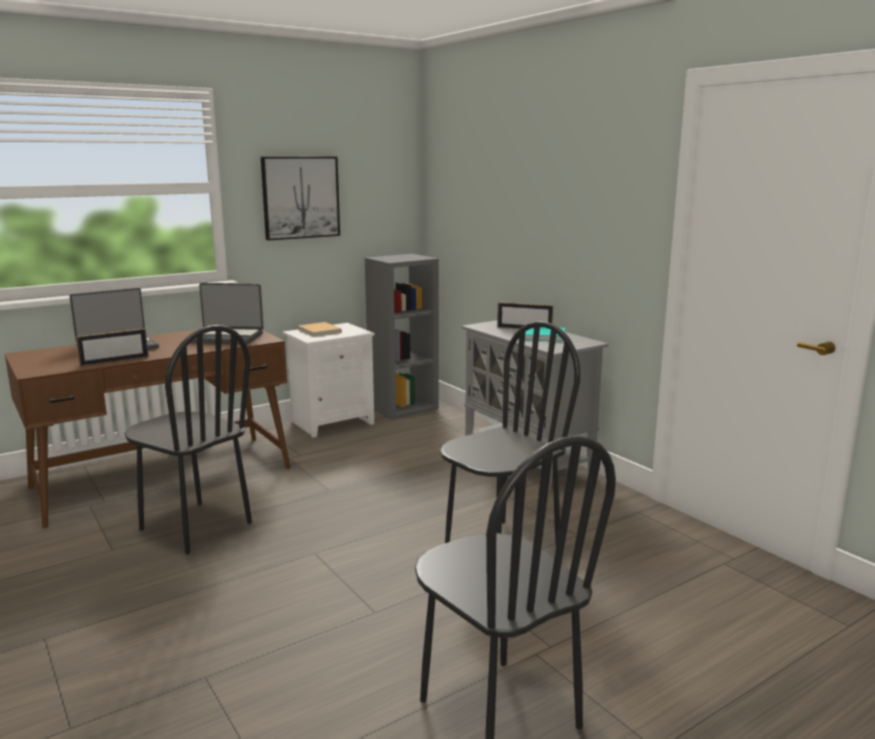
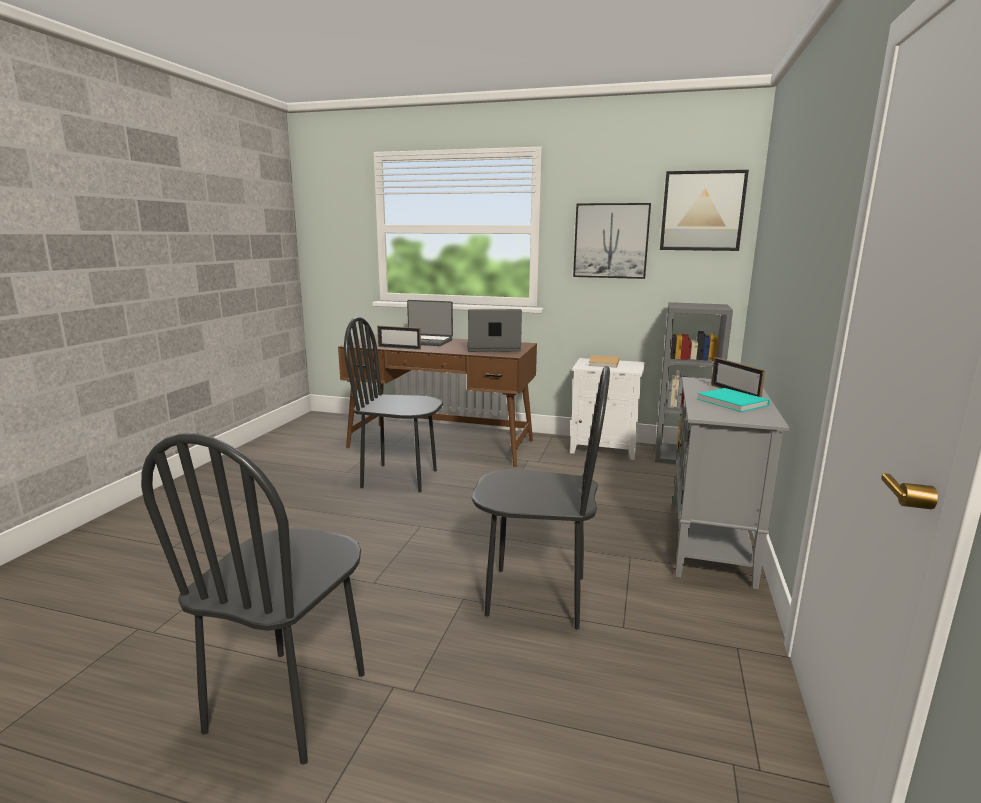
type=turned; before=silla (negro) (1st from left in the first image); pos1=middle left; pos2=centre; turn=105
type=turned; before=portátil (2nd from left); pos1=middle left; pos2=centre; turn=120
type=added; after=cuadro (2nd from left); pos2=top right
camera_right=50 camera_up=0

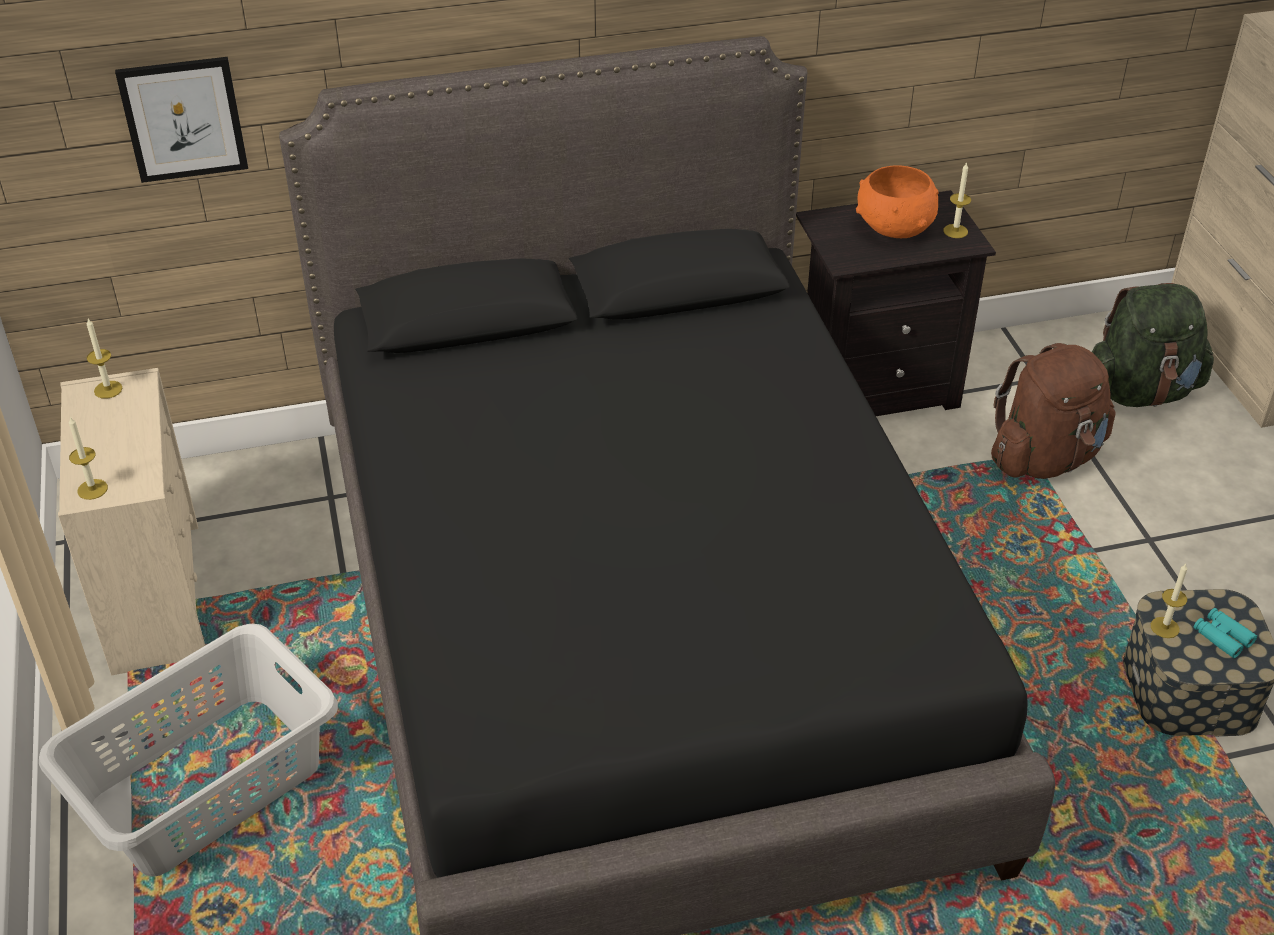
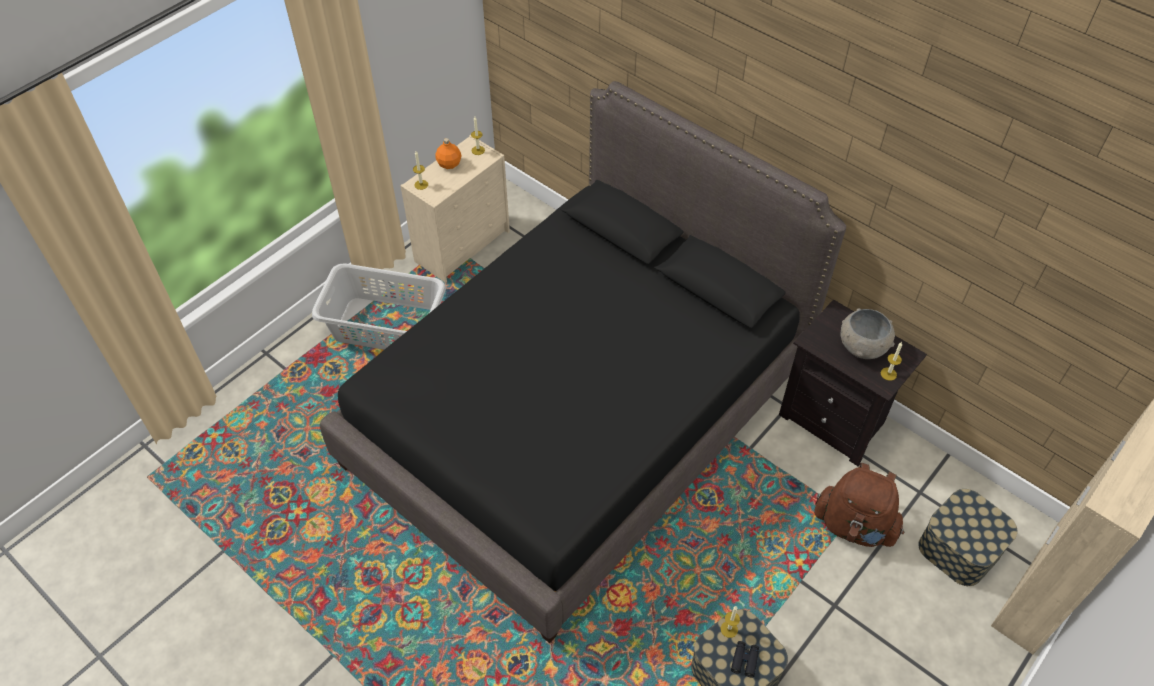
type=added; after=botella (naranja); pos2=top centre
type=recoloured; before=prismáticos (turquesa); after=prismáticos (negro); pos1=bottom right; pos2=bottom centre
type=recoloured; before=cuenco (naranja); after=cuenco (gris); pos1=top right; pos2=middle right
type=replaced; before=mochila (verde); after=caja de almacenaje (2nd from left); pos1=middle right; pos2=bottom right
type=removed; before=cuadro; pos1=top left
camera_right=55 camera_up=10

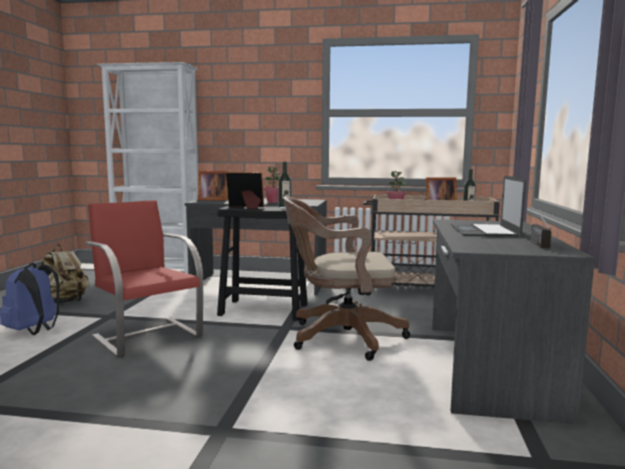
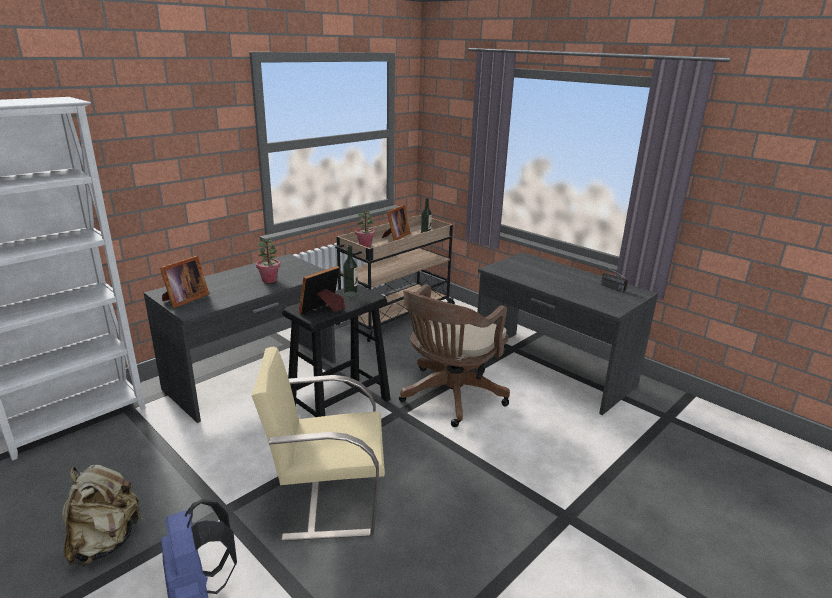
type=recoloured; before=silla (rojo); after=silla (beis); pos1=middle left; pos2=bottom centre
type=removed; before=portátil; pos1=middle right
camera_right=-55 camera_up=15

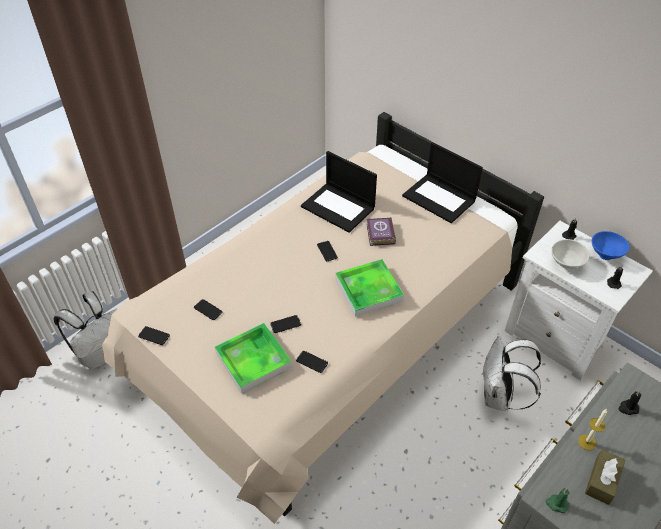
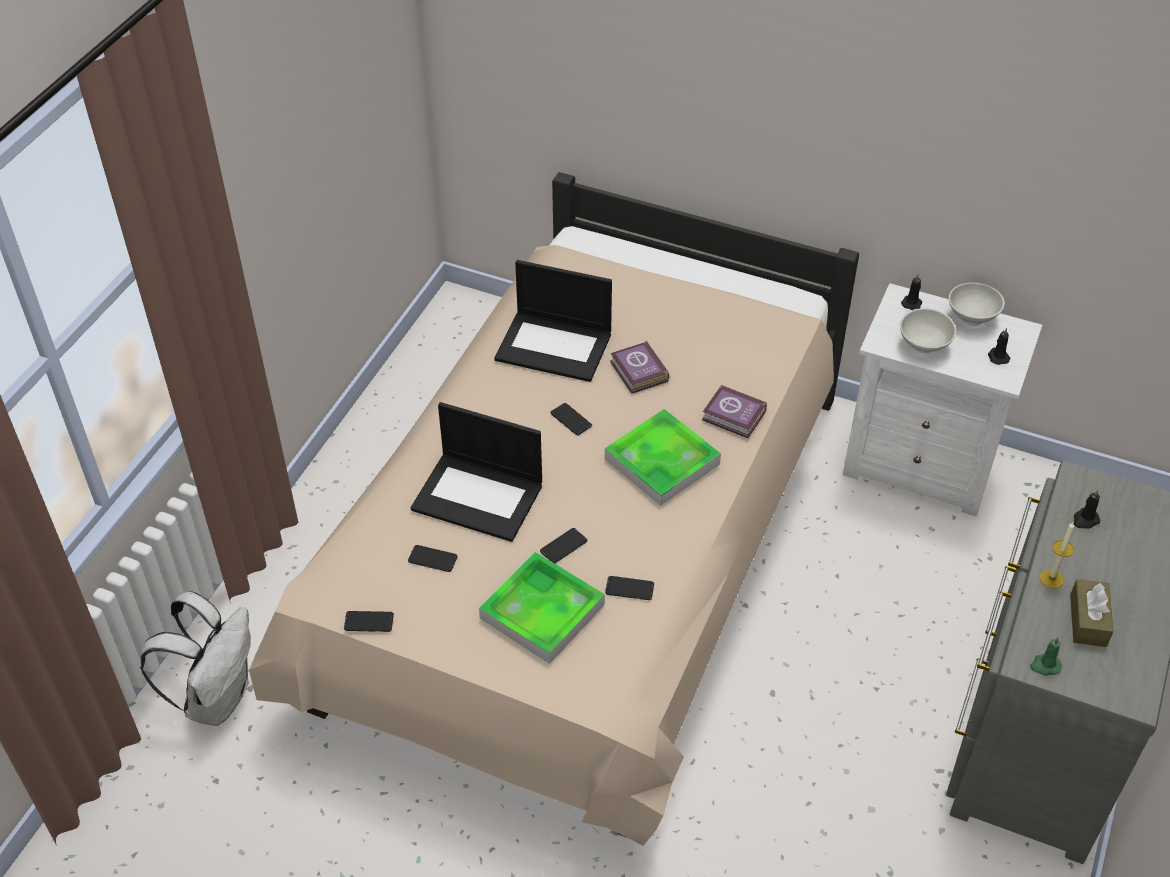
type=moved; before=portátil (2nd from left in the first image); after=portátil (1st from left); pos1=middle right; pos2=centre
type=added; after=libro (2nd from left); pos2=centre
type=recoloured; before=cuenco (azul); after=cuenco (blanco) (2nd from left); pos1=middle right; pos2=middle right
type=removed; before=mochila (blanco) (2nd from left); pos1=bottom right
camera_right=-20 camera_up=0

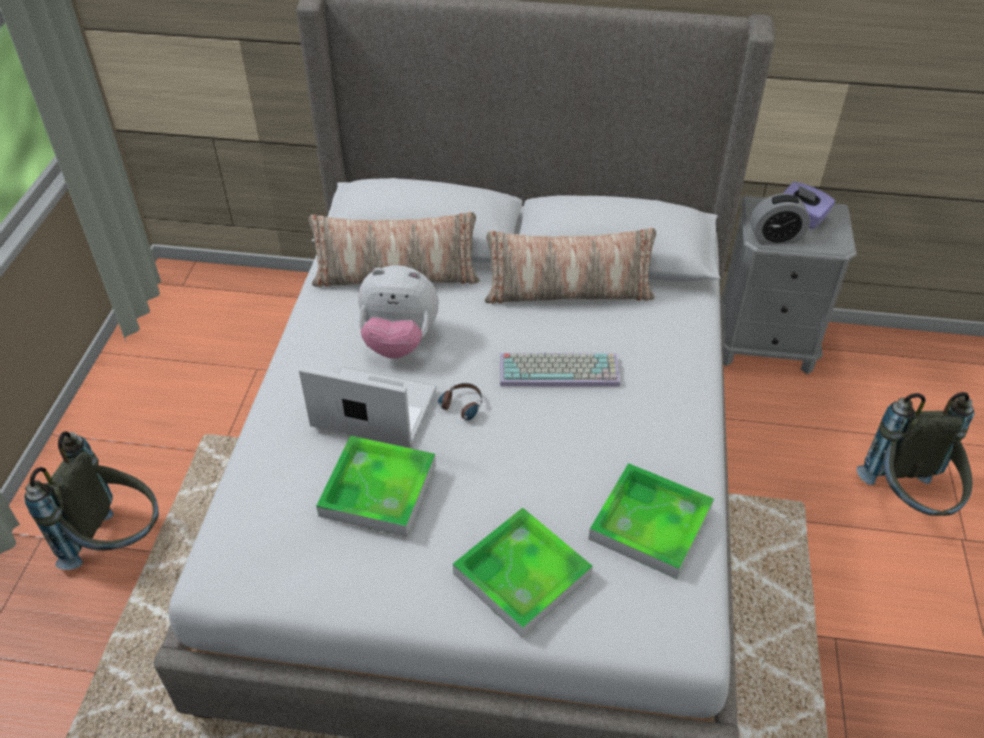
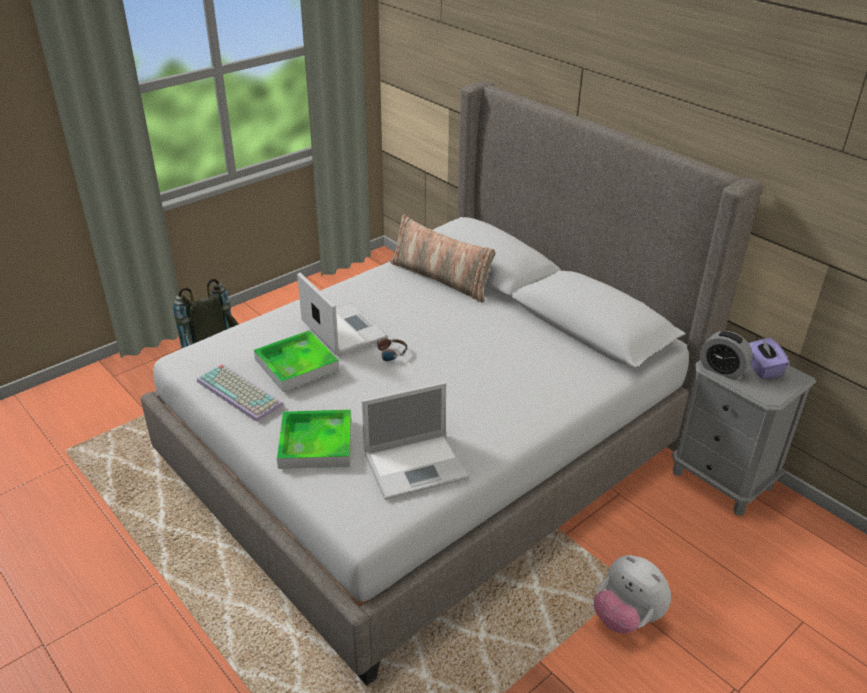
type=moved; before=teclado; pos1=centre; pos2=middle left
type=replaced; before=bandeja (3rd from left); after=portátil (2nd from left); pos1=bottom centre; pos2=centre
type=moved; before=peluche; pos1=centre; pos2=bottom right
type=removed; before=cojín (2nd from left); pos1=centre
type=removed; before=mochila (gris) (2nd from left); pos1=middle right
camera_right=40 camera_up=-10

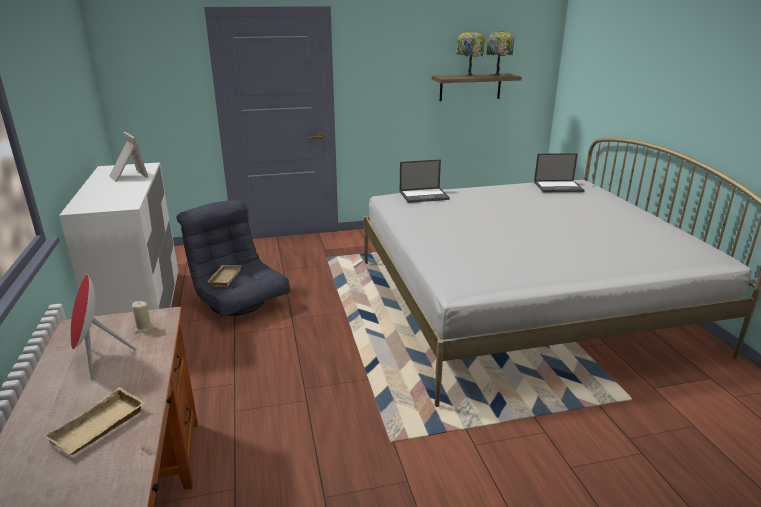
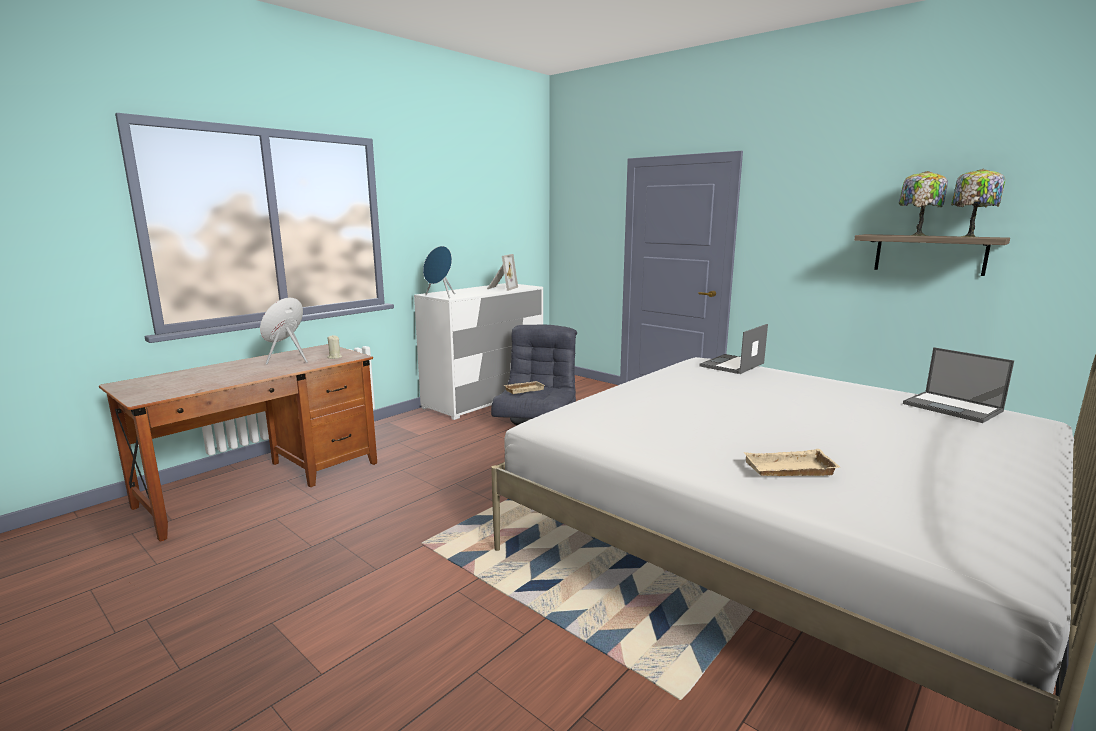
type=added; after=altavoz (azul); pos2=centre
type=turned; before=portátil (1st from left); pos1=centre; pos2=middle right; turn=90
type=moved; before=bandeja (beis) (1st from left in the first image); after=bandeja (beis) (2nd from left); pos1=bottom left; pos2=middle right
camera_right=55 camera_up=-10

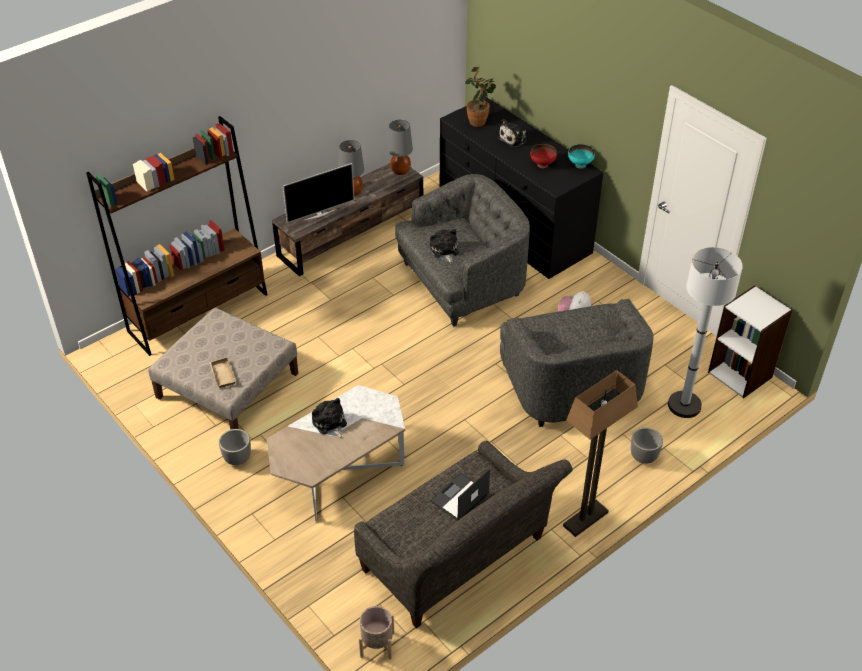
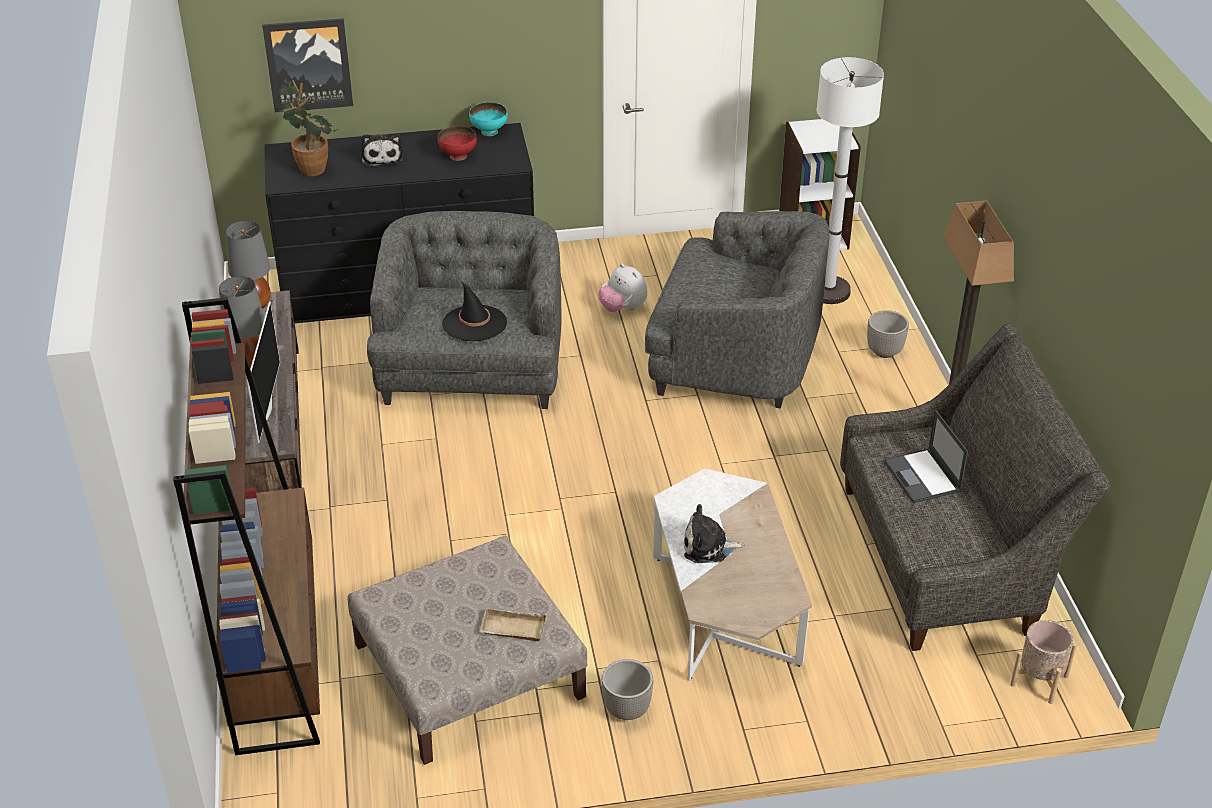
type=added; after=cuadro; pos2=top left
type=replaced; before=peluche (2nd from left); after=sombrero (negro); pos1=centre; pos2=centre
camera_right=-60 camera_up=-5

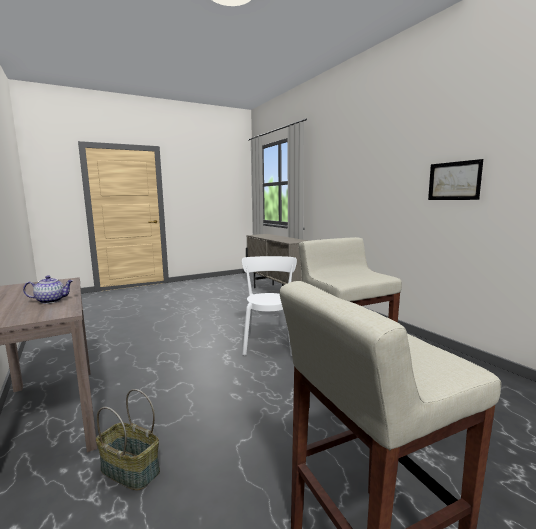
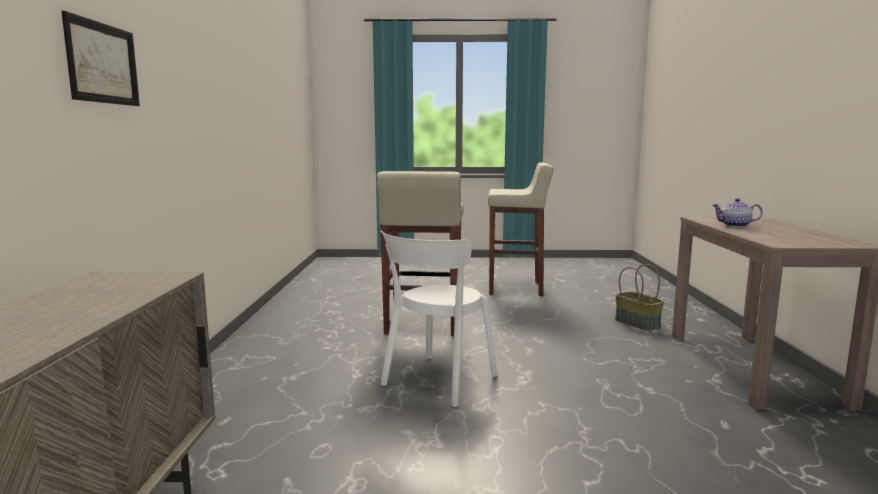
type=moved; before=cuadro; pos1=middle right; pos2=top left
camera_right=-150 camera_up=0

